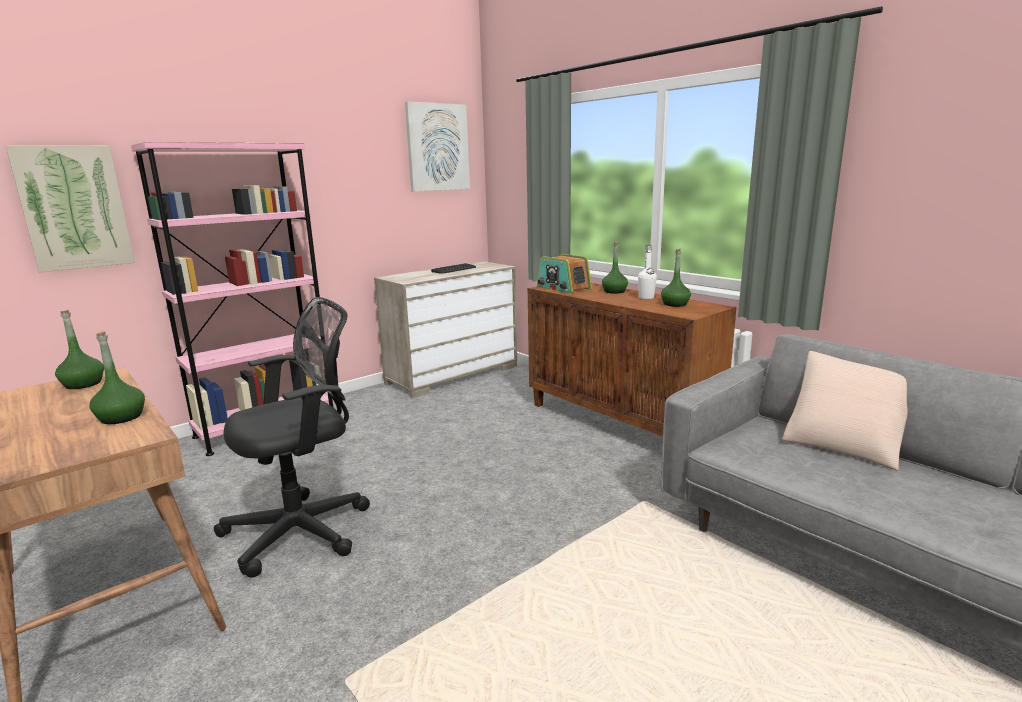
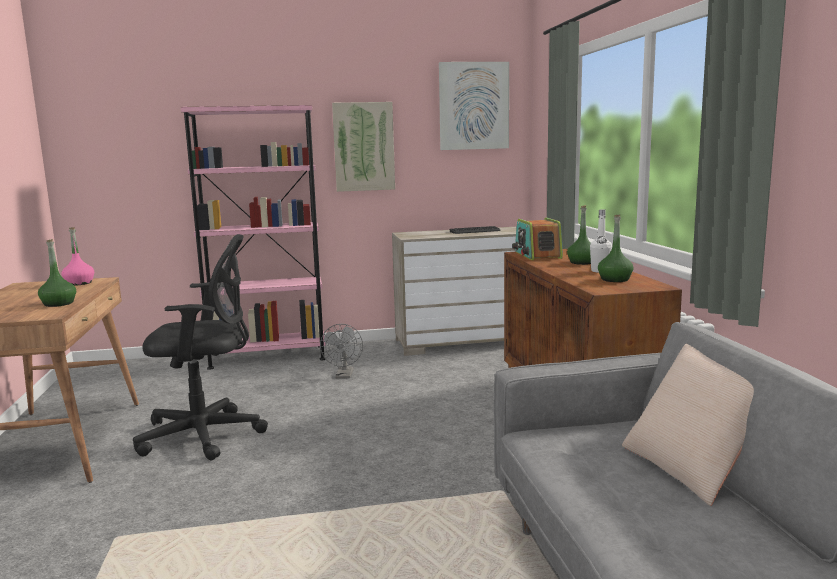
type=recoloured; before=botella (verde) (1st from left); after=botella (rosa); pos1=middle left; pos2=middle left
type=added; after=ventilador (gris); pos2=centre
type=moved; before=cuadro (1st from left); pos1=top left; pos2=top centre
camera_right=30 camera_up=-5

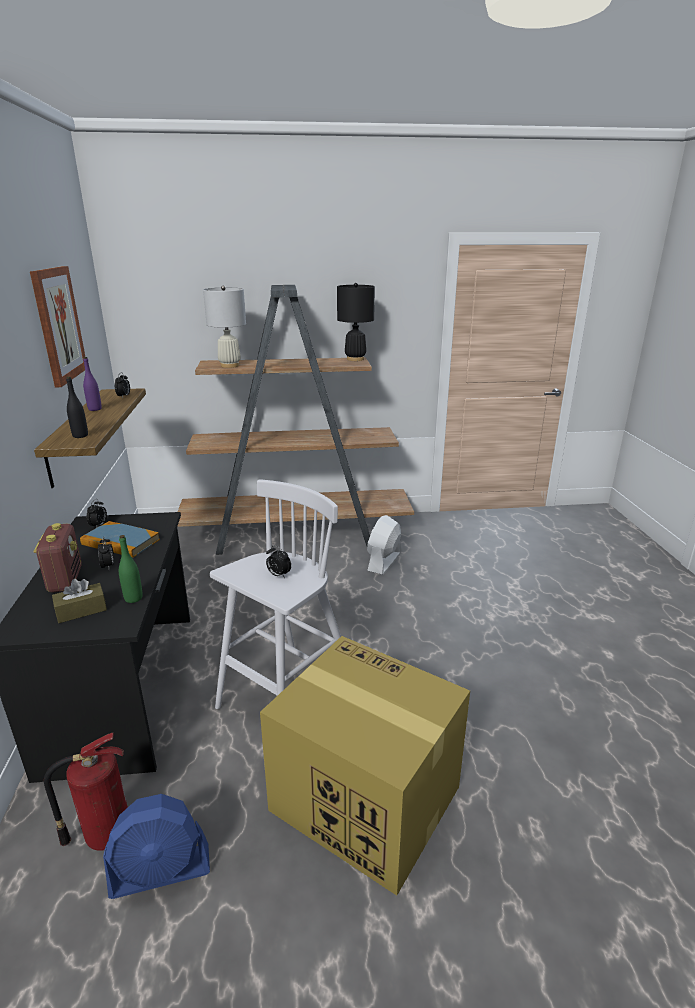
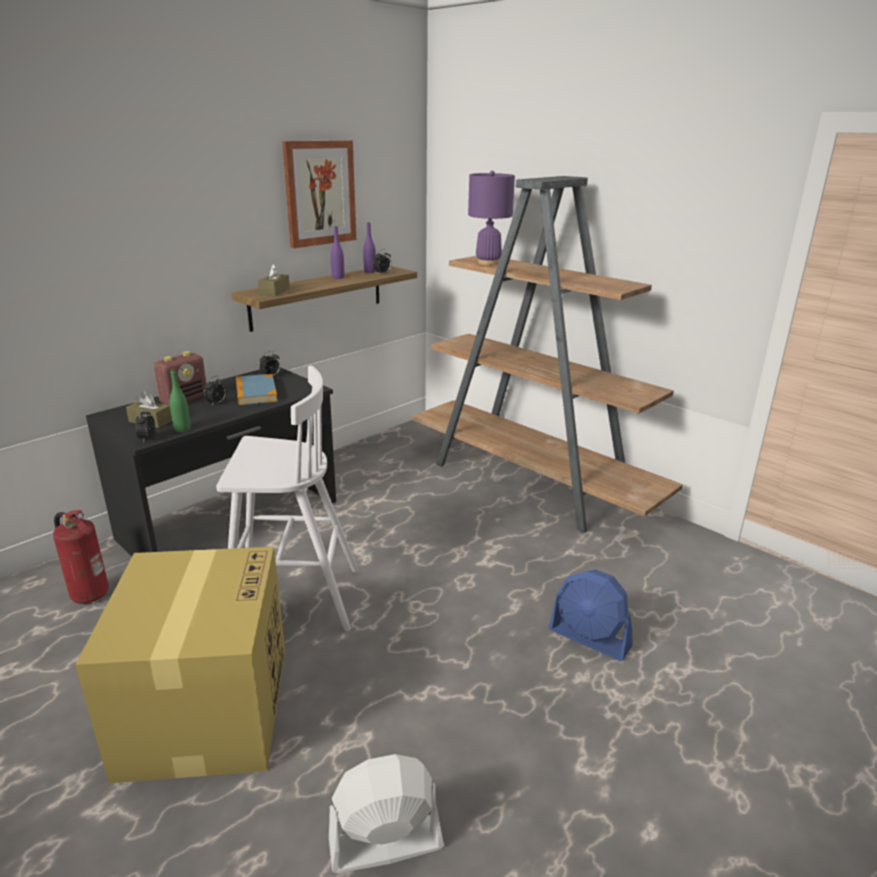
type=moved; before=despertador (4th from left in the first image); after=despertador (1st from left); pos1=centre; pos2=middle left
type=replaced; before=botella (negro); after=caja de pañuelos (marrón) (2nd from left); pos1=middle left; pos2=top left
type=moved; before=ventilador (blanco); pos1=centre; pos2=bottom centre
type=added; after=botella (morado) (2nd from left); pos2=top centre
type=recoloured; before=lámpara de mesa (blanco); after=lámpara de mesa (morado); pos1=top left; pos2=top centre
type=moved; before=ventilador (azul); pos1=bottom left; pos2=bottom right
type=removed; before=lámpara de mesa (negro); pos1=top centre
camera_right=50 camera_up=0

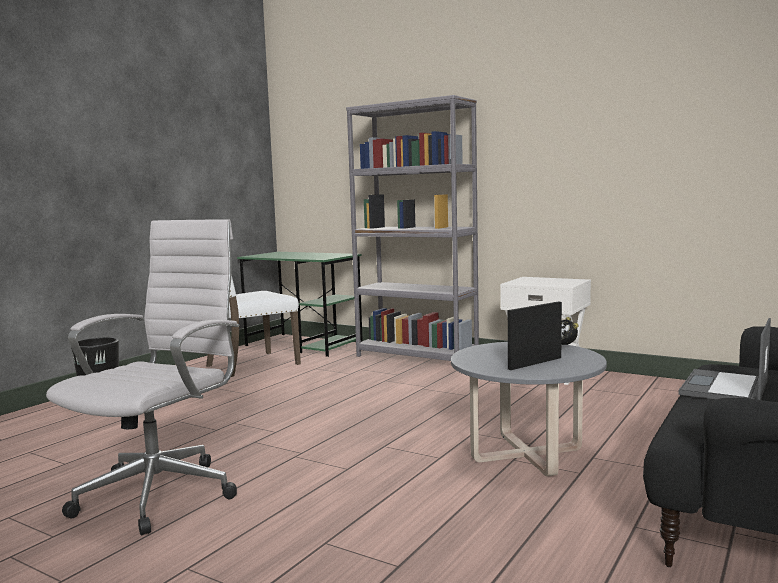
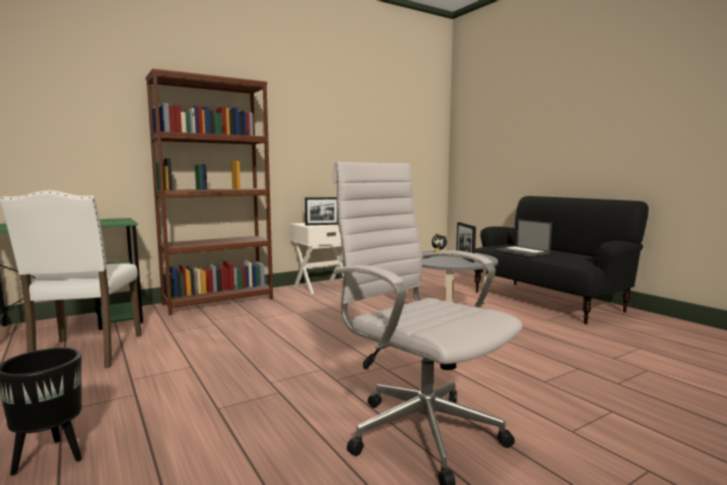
type=recoloured; before=estantería (gris); after=estantería (marrón); pos1=centre; pos2=middle left
type=added; after=portarretratos (1st from left); pos2=centre
camera_right=-65 camera_up=0

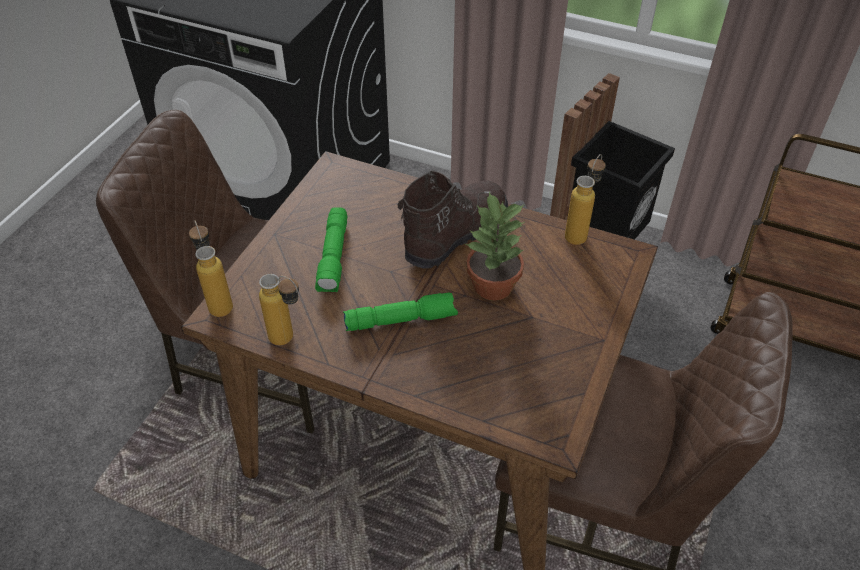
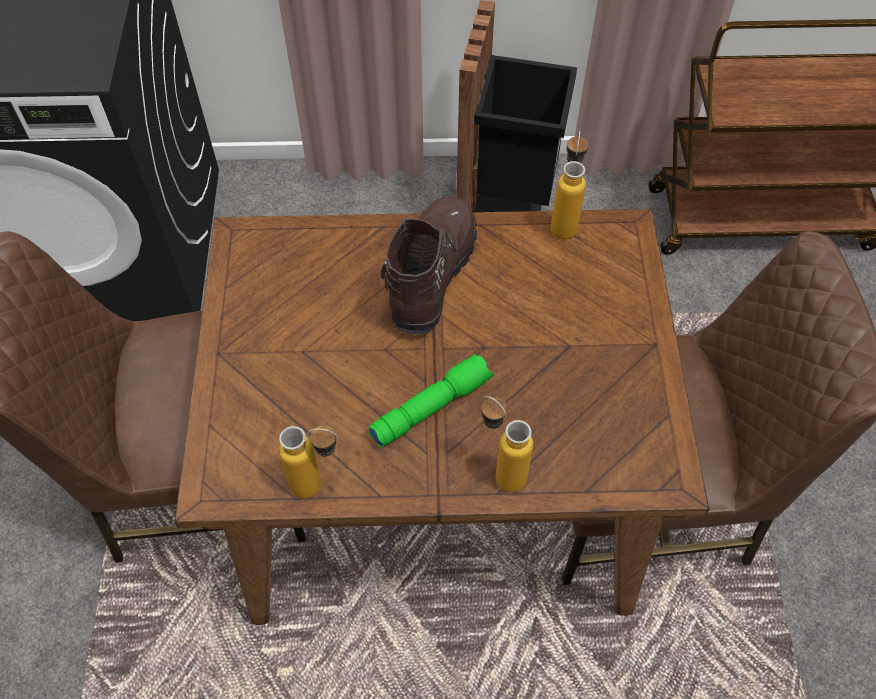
type=moved; before=botella (1st from left in the first image); after=botella (2nd from left); pos1=middle left; pos2=centre
type=removed; before=linterna (verde) (1st from left); pos1=centre
type=removed; before=planta en maceta; pos1=centre
camera_right=-25 camera_up=10

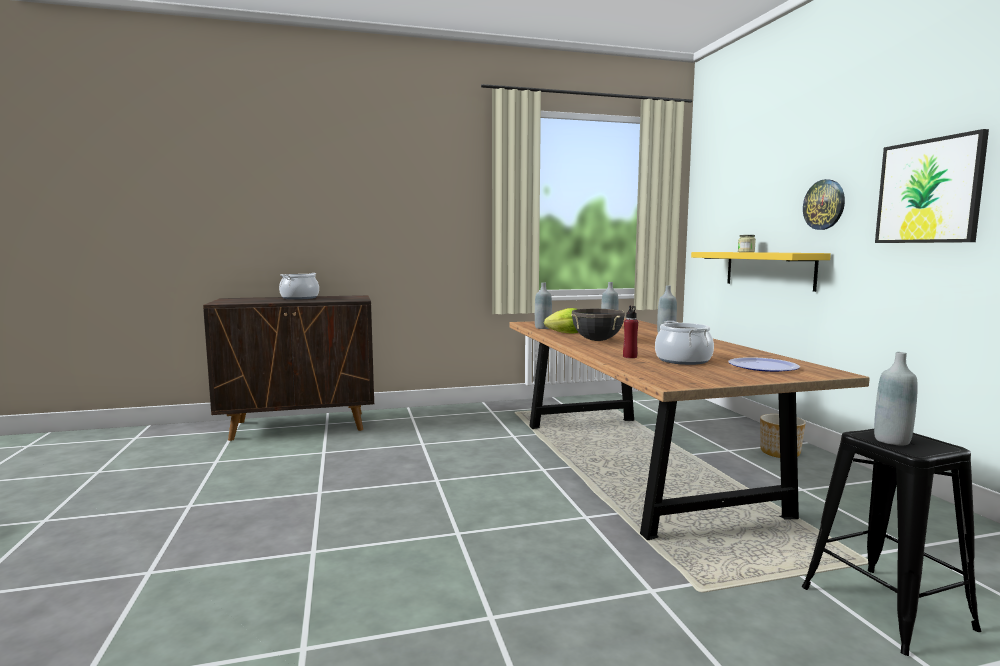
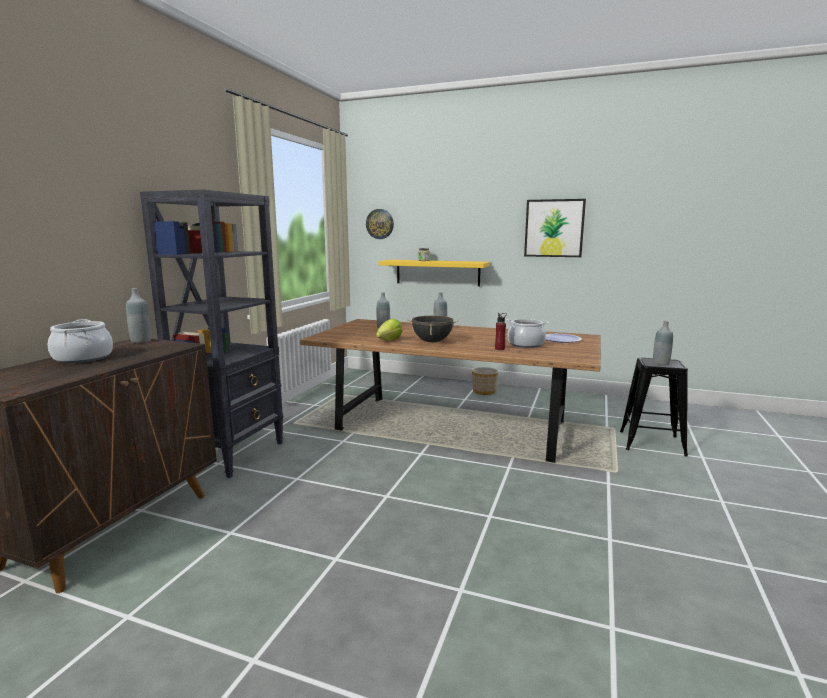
type=moved; before=botella (gris) (1st from left); pos1=centre; pos2=middle left
type=added; after=estantería (negro); pos2=middle left
type=moved; before=reloj de pared; pos1=top right; pos2=top centre
camera_right=-55 camera_up=5

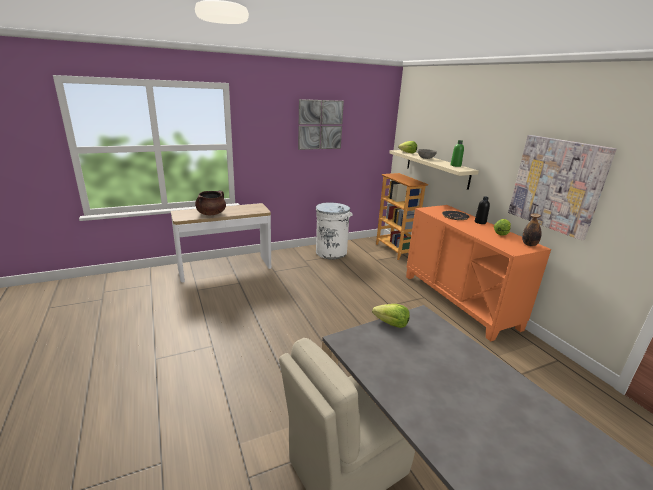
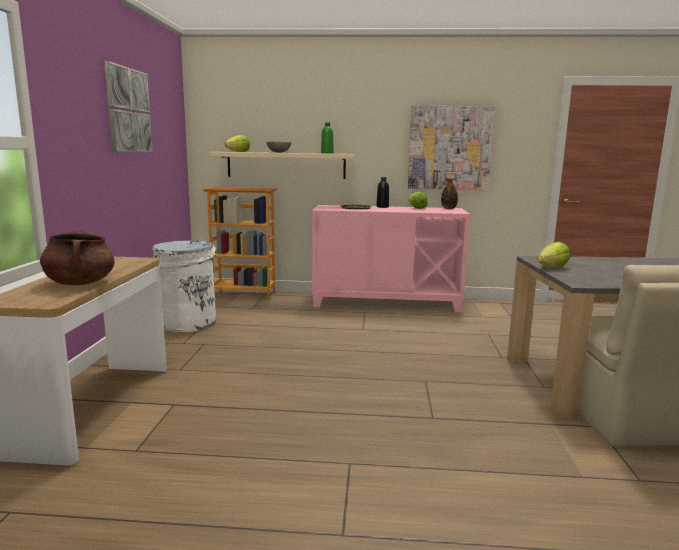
type=recoloured; before=armario (naranja); after=armario (rosa); pos1=middle right; pos2=centre
camera_right=-60 camera_up=-10

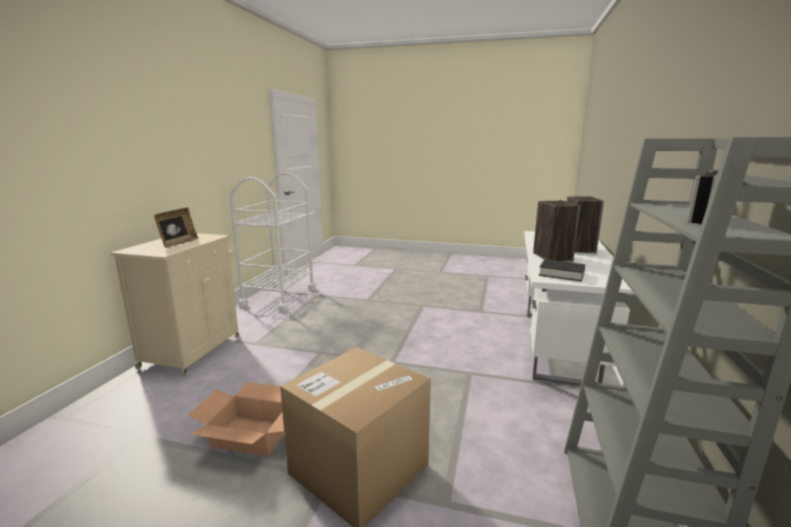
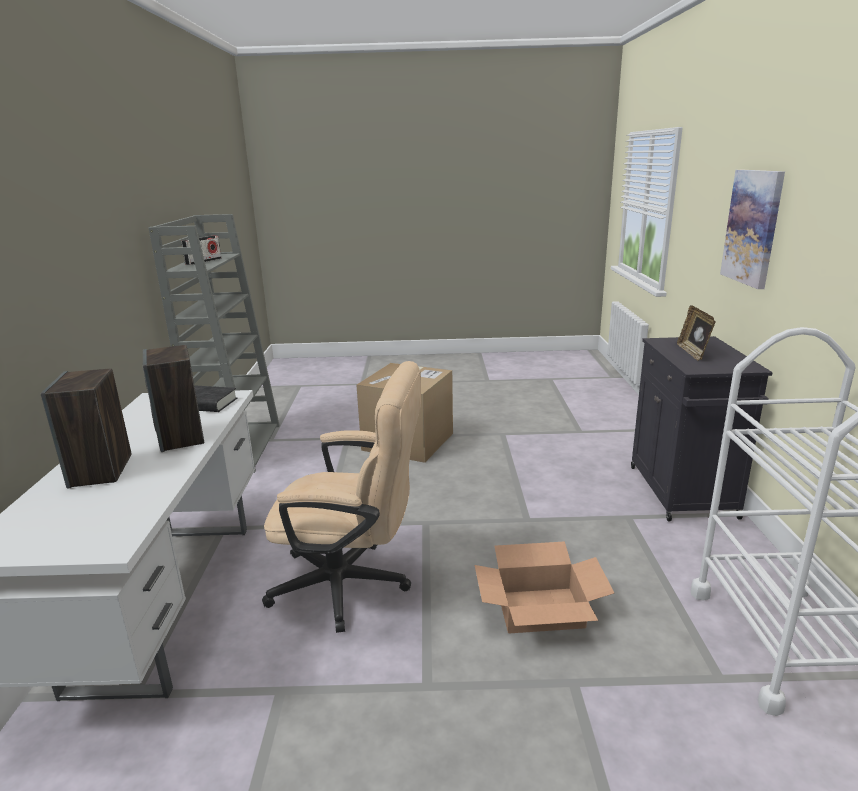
type=added; after=silla de oficina (beis); pos2=centre
type=moved; before=caja de cartón (1st from left in the first image); after=caja de cartón (2nd from left); pos1=bottom left; pos2=bottom centre
type=recoloured; before=armario (beis); after=armario (negro); pos1=middle left; pos2=middle right
type=added; after=cuadro; pos2=top right
camera_right=165 camera_up=5

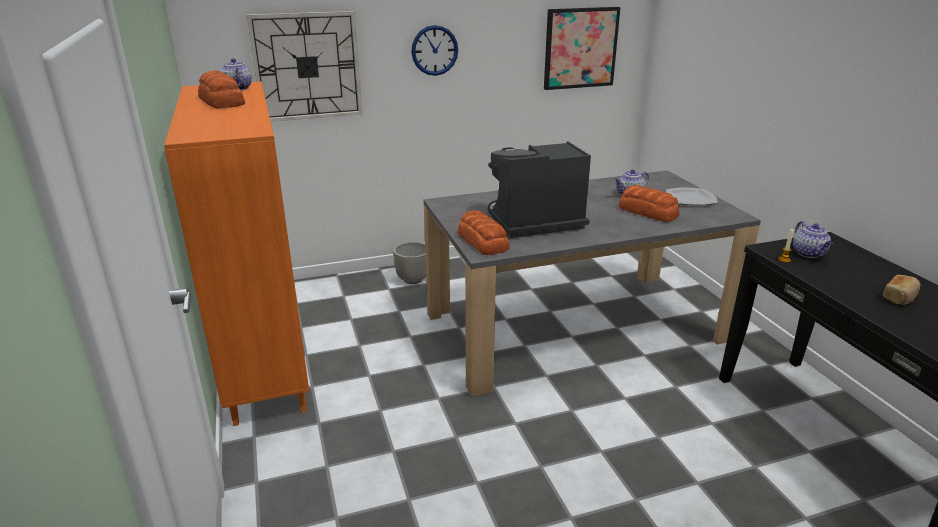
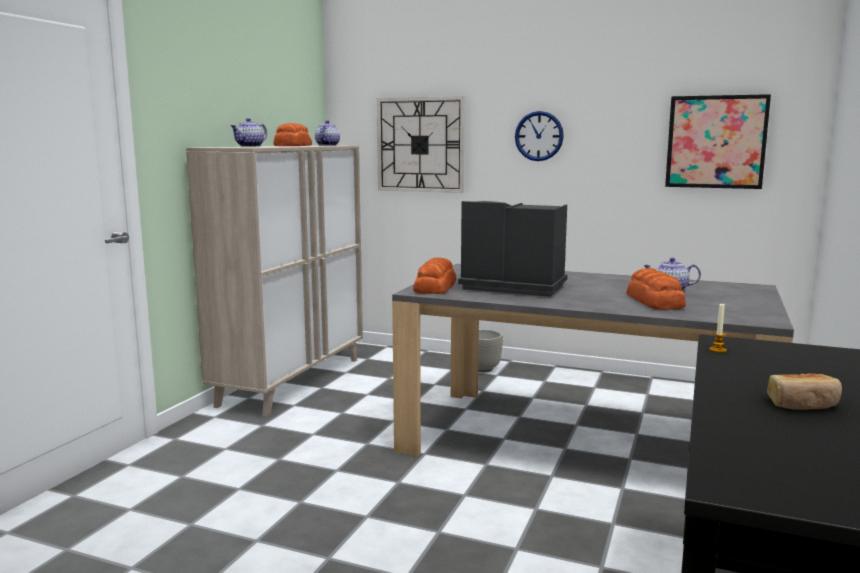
type=recoloured; before=armario (naranja); after=armario (beis); pos1=middle left; pos2=middle left
type=moved; before=tetera (3rd from left in the first image); after=tetera (1st from left); pos1=middle right; pos2=top left
type=removed; before=plato; pos1=middle right
camera_right=40 camera_up=-15

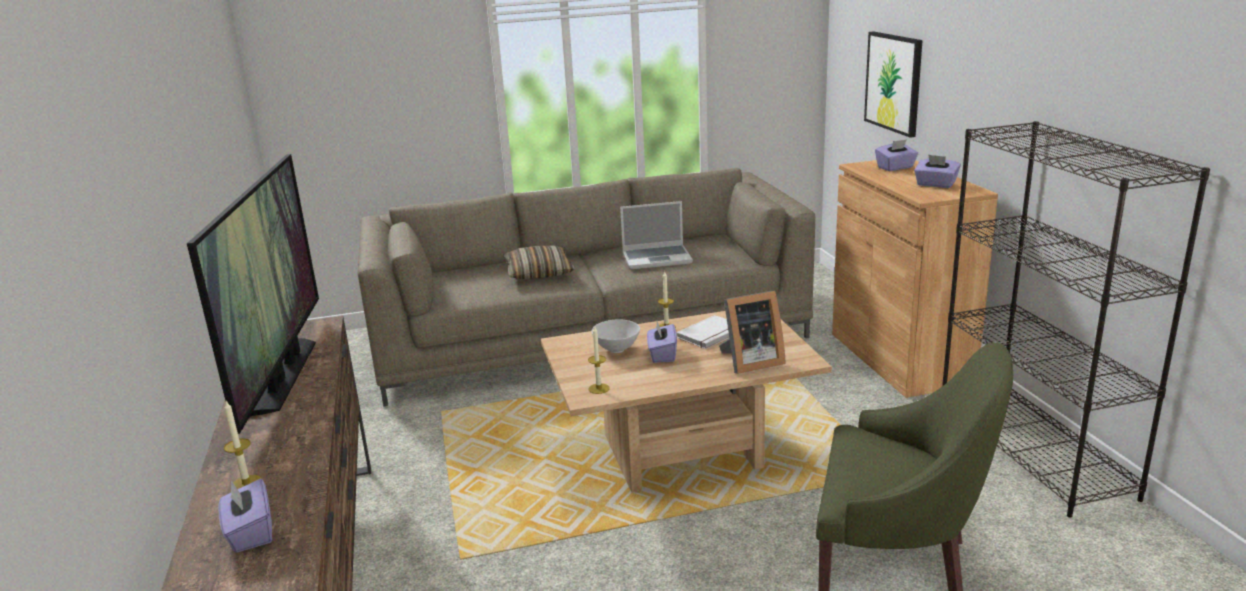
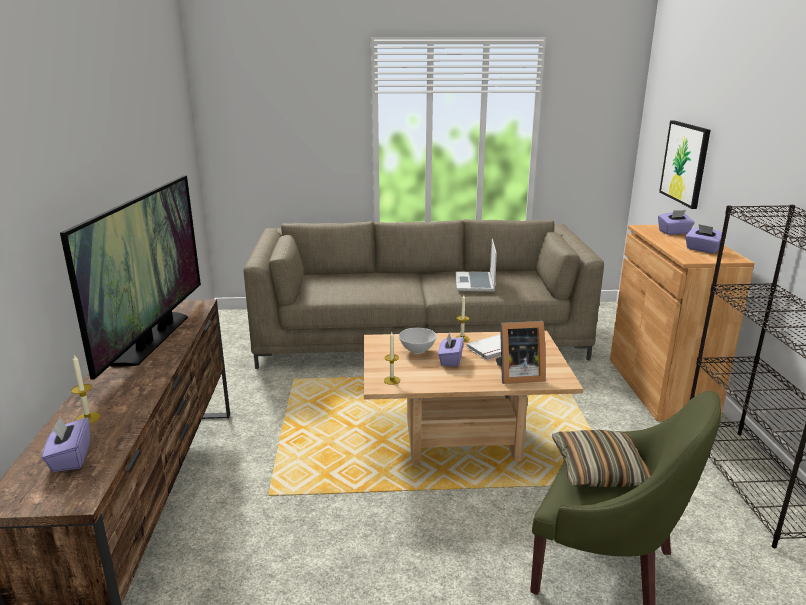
type=turned; before=portátil; pos1=centre; pos2=centre; turn=90
type=moved; before=cojín; pos1=centre; pos2=bottom right
camera_right=10 camera_up=0

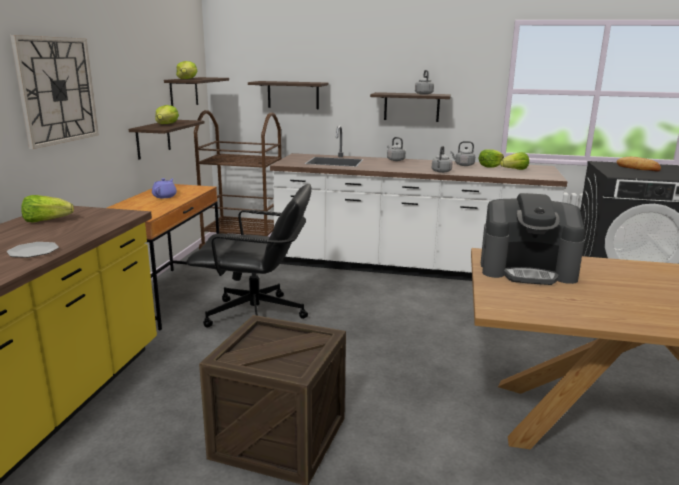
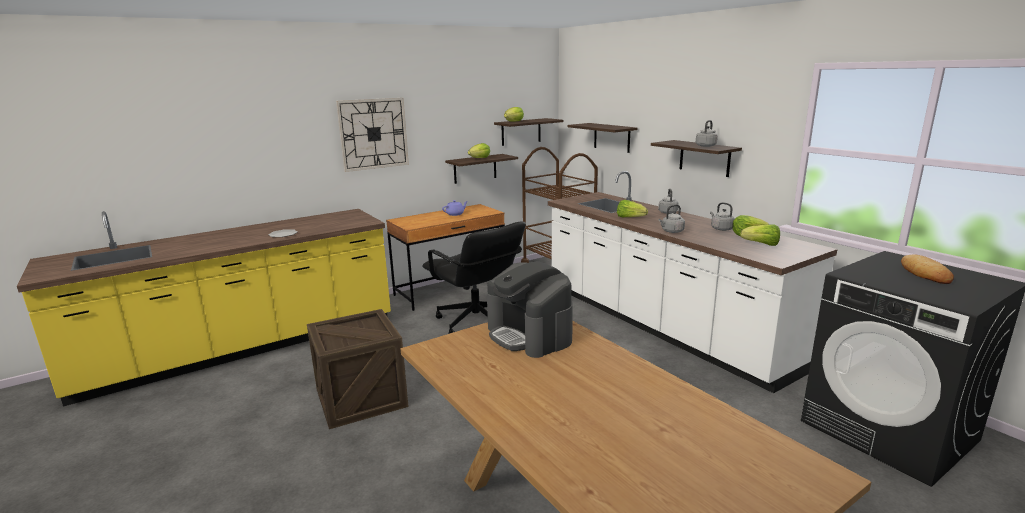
type=moved; before=lechuga (1st from left in the first image); after=lechuga (3rd from left); pos1=middle left; pos2=centre
camera_right=45 camera_up=0

